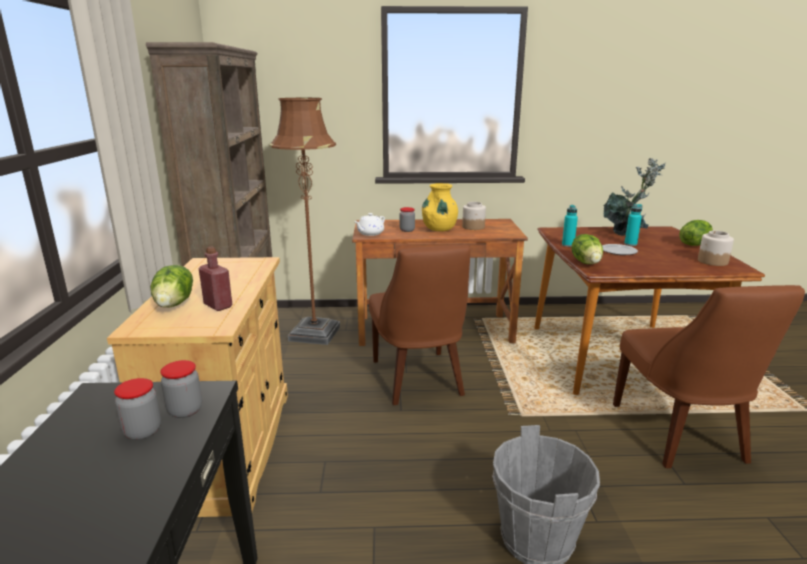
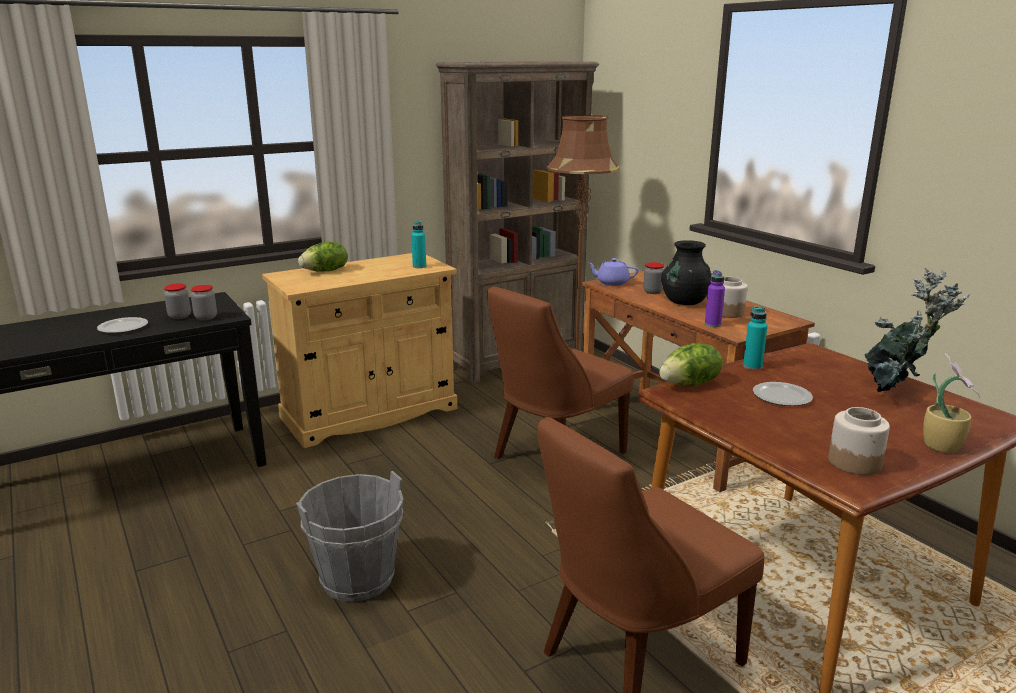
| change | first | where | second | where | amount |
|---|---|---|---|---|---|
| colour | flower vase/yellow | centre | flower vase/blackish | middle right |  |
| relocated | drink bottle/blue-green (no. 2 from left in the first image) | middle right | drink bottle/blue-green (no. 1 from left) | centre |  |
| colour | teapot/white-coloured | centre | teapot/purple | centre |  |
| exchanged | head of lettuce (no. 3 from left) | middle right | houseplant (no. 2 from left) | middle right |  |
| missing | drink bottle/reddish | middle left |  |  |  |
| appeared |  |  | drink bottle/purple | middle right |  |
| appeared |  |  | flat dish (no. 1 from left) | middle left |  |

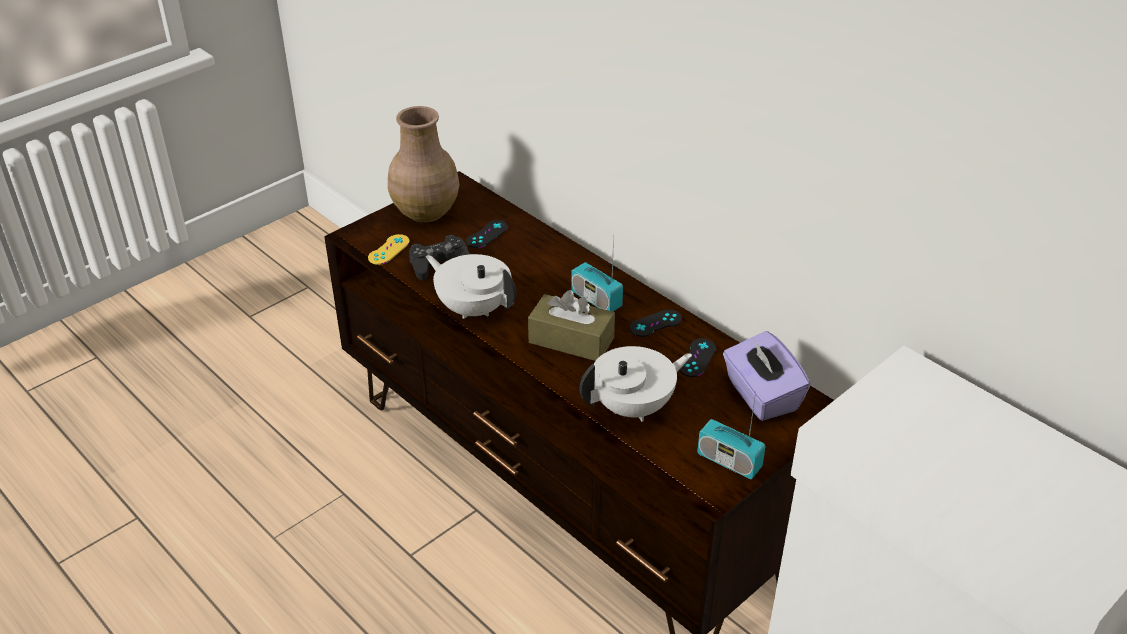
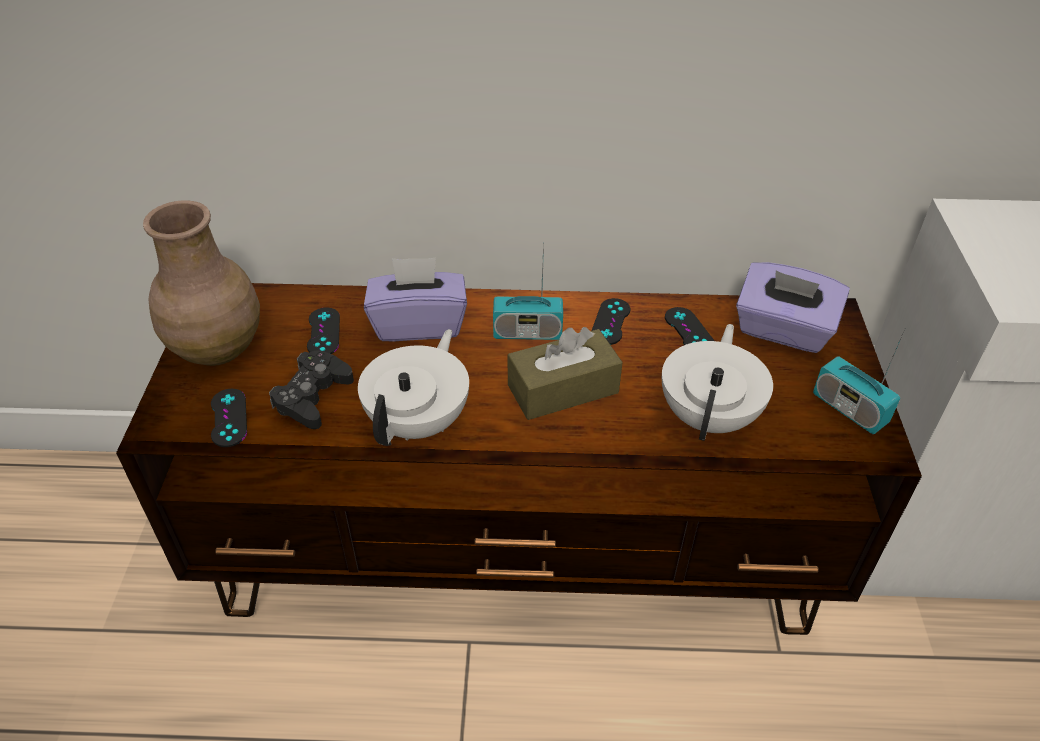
| change | first | where | second | where | amount |
|---|---|---|---|---|---|
| colour | gamepad/yellow | centre | gamepad/blackish (no. 1 from left) | middle left |  |
| spun | teapot/white-coloured (no. 1 from left) | centre |  | centre | 120 degrees clockwise |
| spun | radio receiver (no. 2 from left) | bottom centre |  | middle right | 60 degrees clockwise |
| appeared |  |  | box of tissues/purple (no. 1 from left) | centre |  |

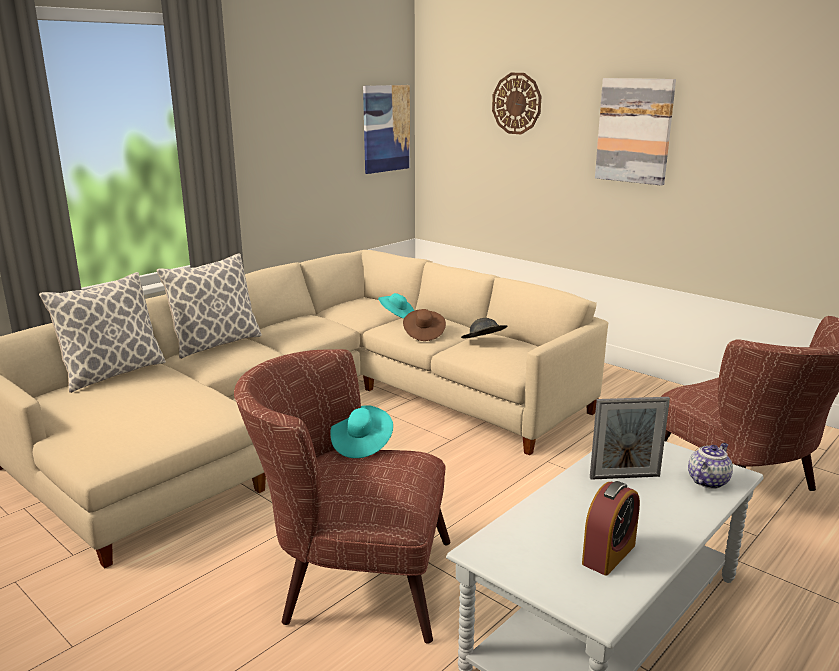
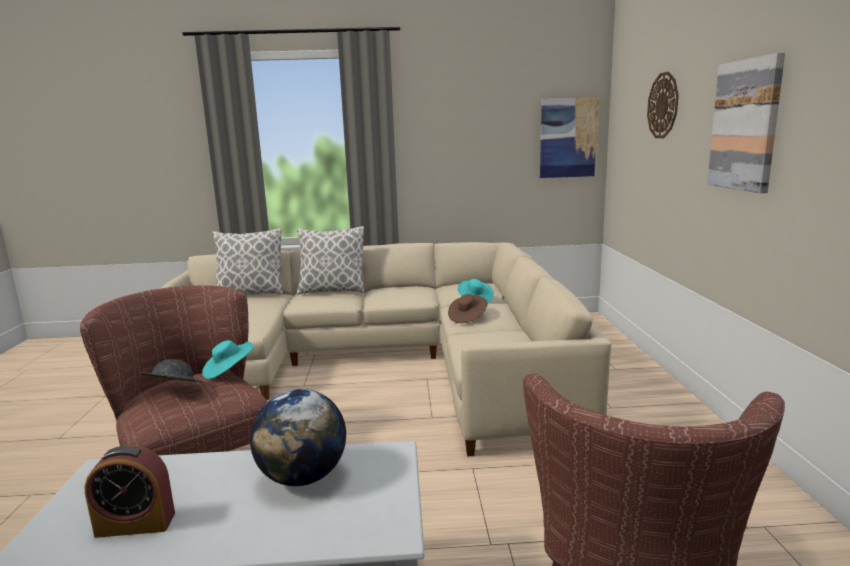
| change | first | where | second | where | amount |
|---|---|---|---|---|---|
| relocated | wearable hat/gray | centre |  | middle left |  |
| exchanged | photo frame | middle right | globe | bottom centre |  |
| missing | teapot | bottom right |  |  |  |

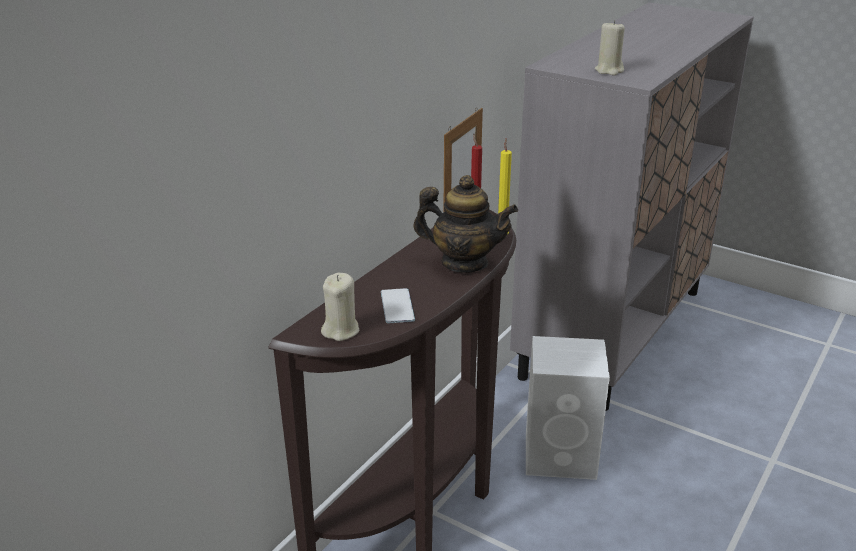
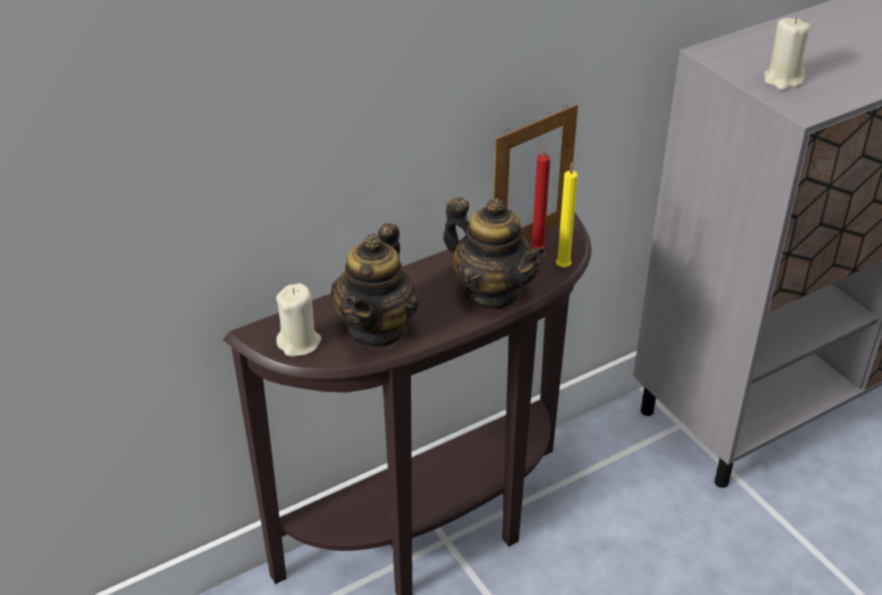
| change | first | where | second | where | amount |
|---|---|---|---|---|---|
| exchanged | handset | centre | teapot (no. 1 from left) | centre |  |
| missing | loudspeaker/white-coloured | bottom centre |  |  |  |

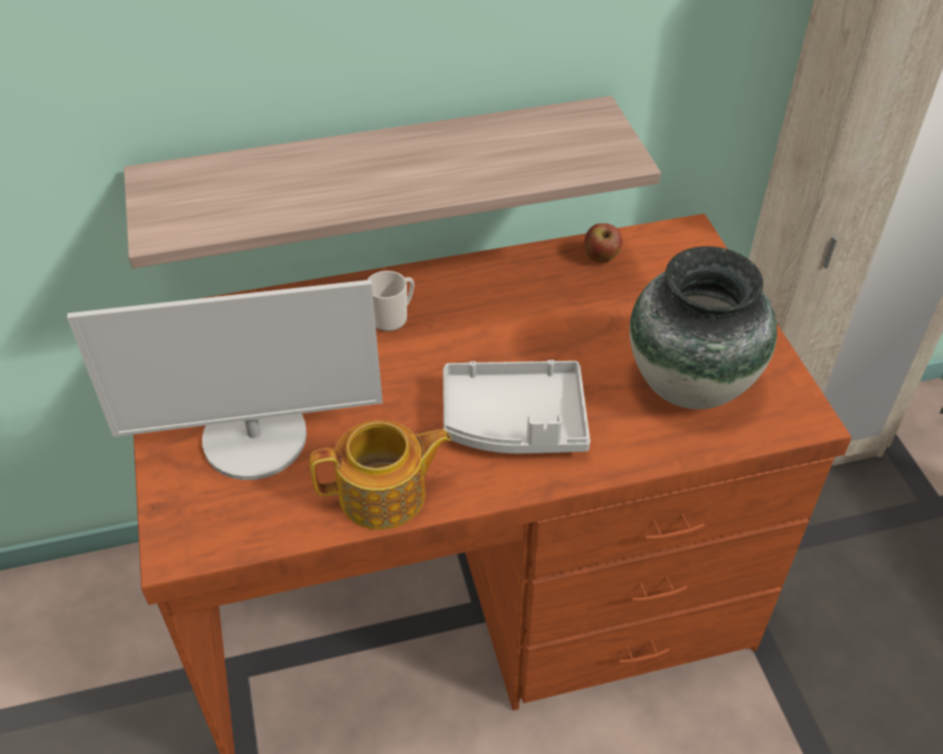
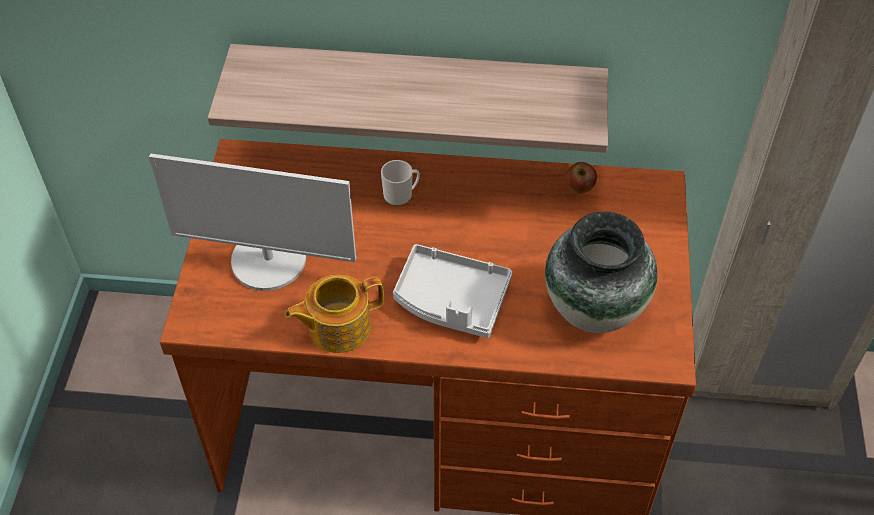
| change | first | where | second | where | amount |
|---|---|---|---|---|---|
| spun | teapot | centre |  | centre | 150 degrees clockwise |

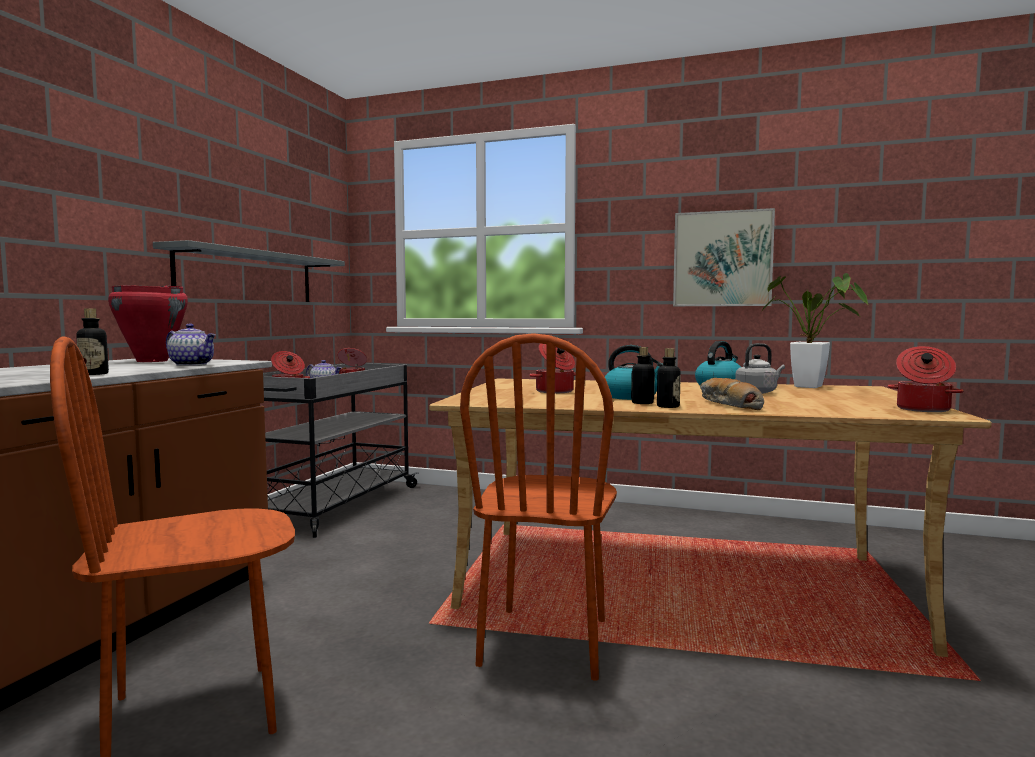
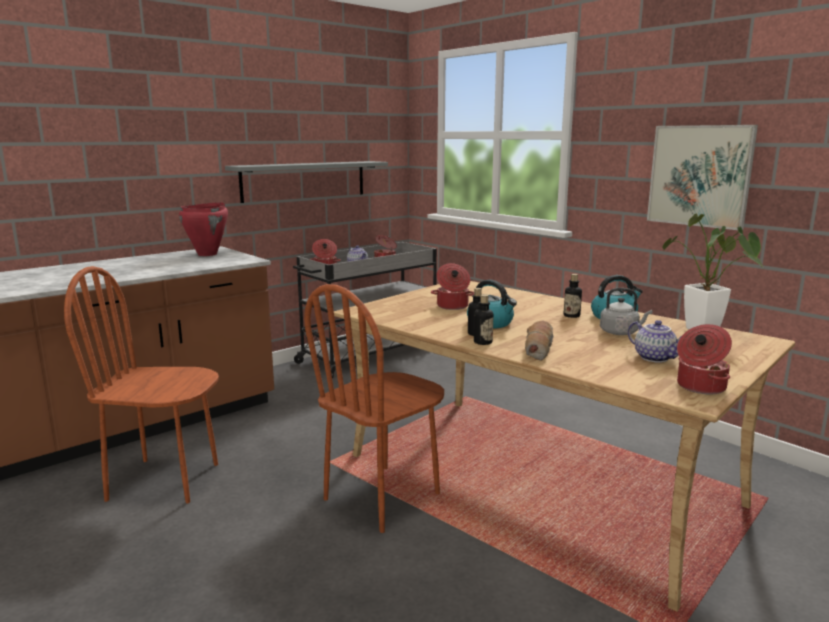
| change | first | where | second | where | amount |
|---|---|---|---|---|---|
| relocated | drink bottle (no. 1 from left in the first image) | middle left | drink bottle (no. 3 from left) | middle right |  |
| relocated | teapot (no. 1 from left in the first image) | middle left | teapot (no. 2 from left) | middle right |  |

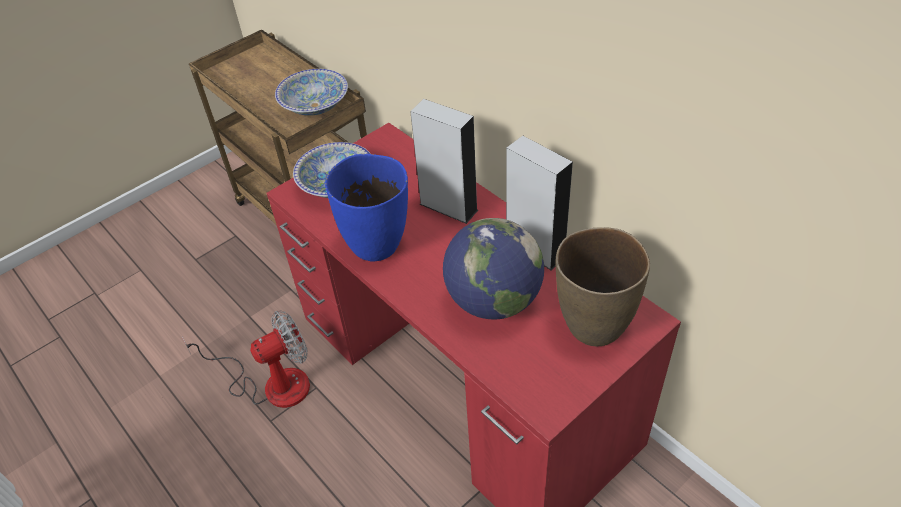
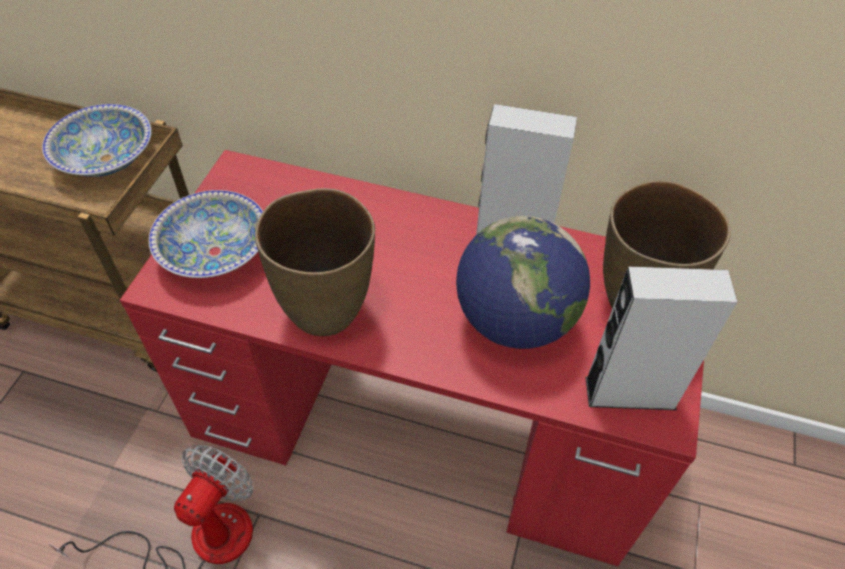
| change | first | where | second | where | amount |
|---|---|---|---|---|---|
| relocated | loudspeaker/gray (no. 1 from left in the first image) | top centre | loudspeaker/gray (no. 2 from left) | middle right |  |
| colour | flower vase/blue | centre | flower vase/brownish (no. 1 from left) | centre |  |

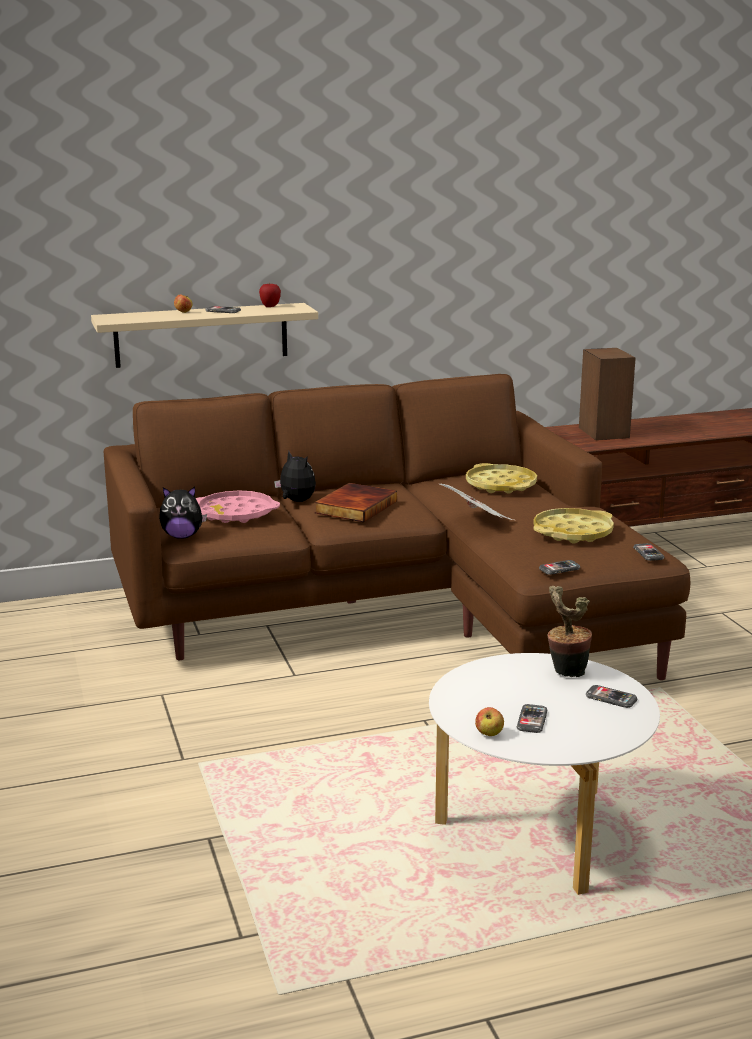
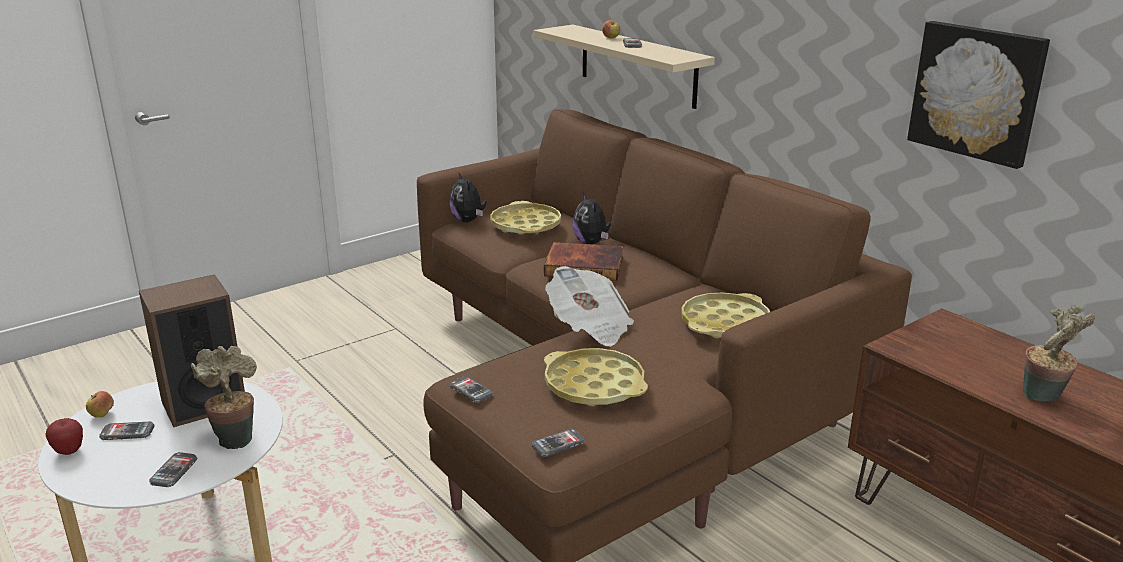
| change | first | where | second | where | amount |
|---|---|---|---|---|---|
| relocated | apple fruit (no. 2 from left in the first image) | top centre | apple fruit (no. 1 from left) | bottom left |  |
| relocated | loudspeaker | middle right |  | middle left |  |
| spun | soft toy (no. 2 from left) | centre |  | centre | 135 degrees clockwise |
| colour | tray/pink | middle left | tray/yellow (no. 1 from left) | centre |  |
| appeared |  |  | wall art | top right |  |
| appeared |  |  | houseplant (no. 2 from left) | middle right |  |

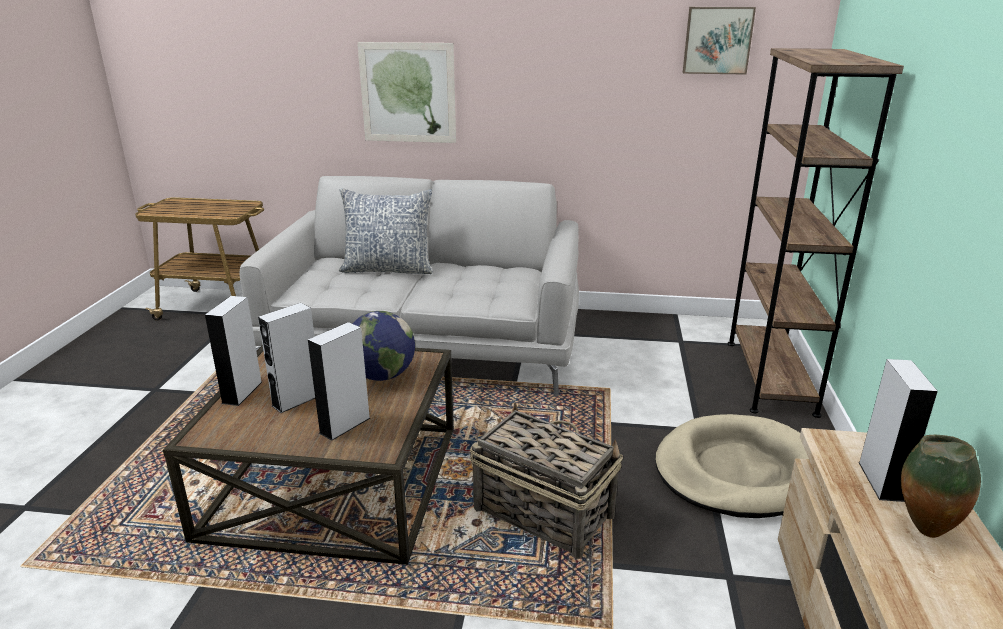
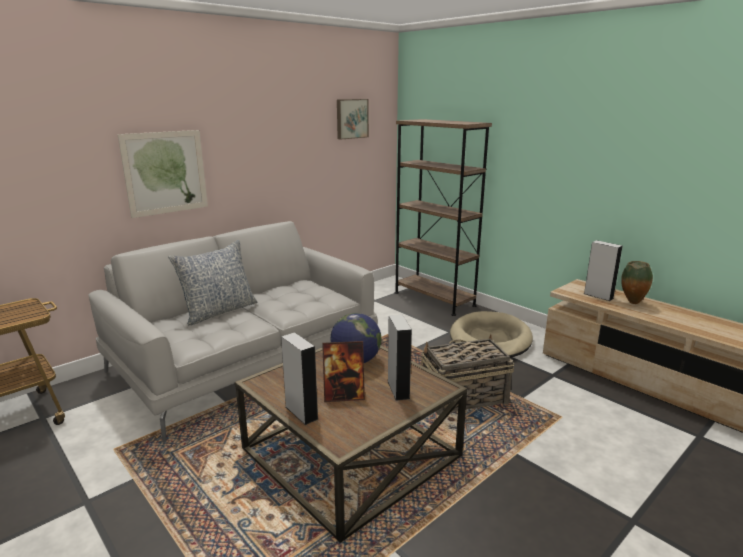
| change | first | where | second | where | amount |
|---|---|---|---|---|---|
| exchanged | loudspeaker/gray (no. 2 from left) | middle left | photo frame | centre |  |

